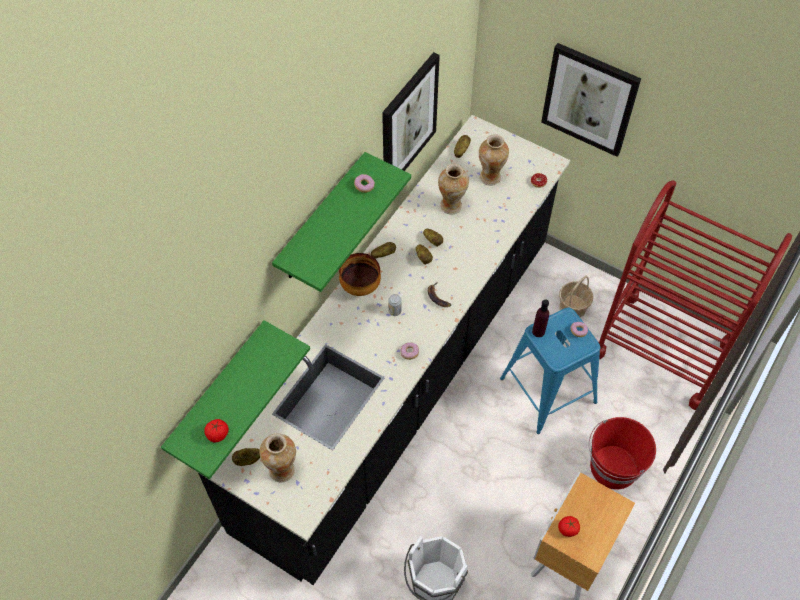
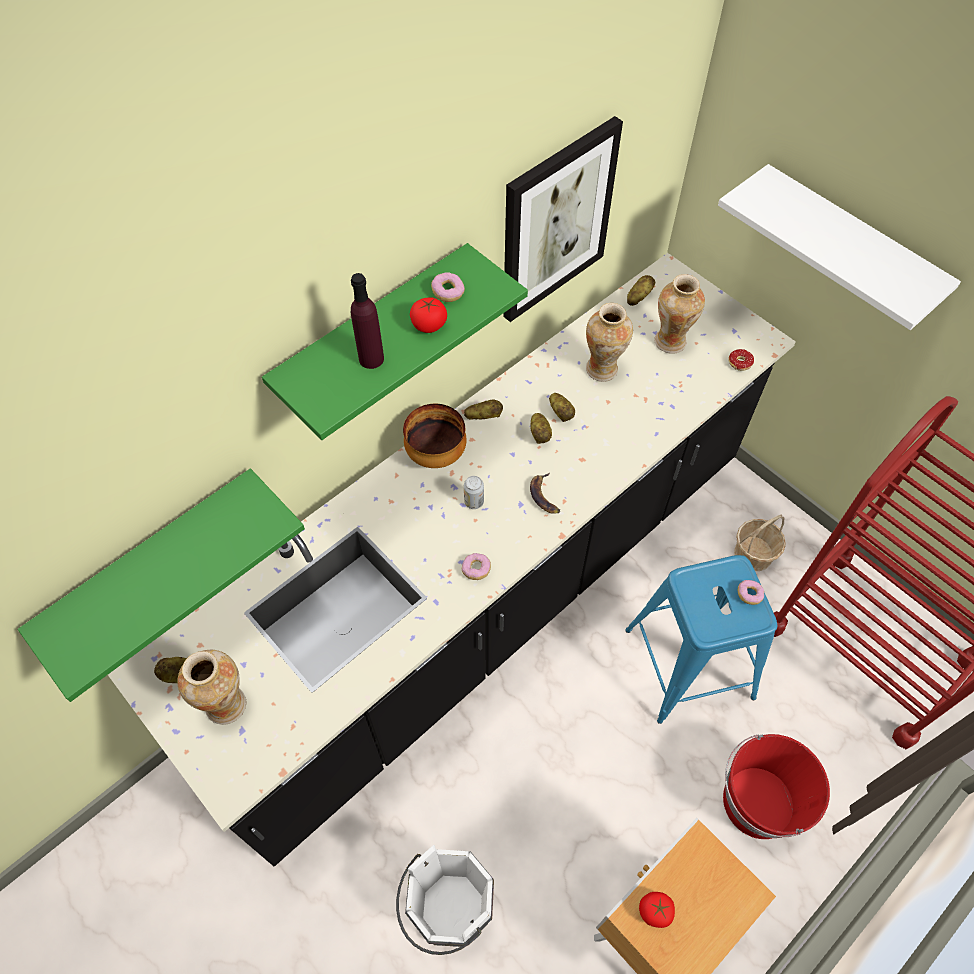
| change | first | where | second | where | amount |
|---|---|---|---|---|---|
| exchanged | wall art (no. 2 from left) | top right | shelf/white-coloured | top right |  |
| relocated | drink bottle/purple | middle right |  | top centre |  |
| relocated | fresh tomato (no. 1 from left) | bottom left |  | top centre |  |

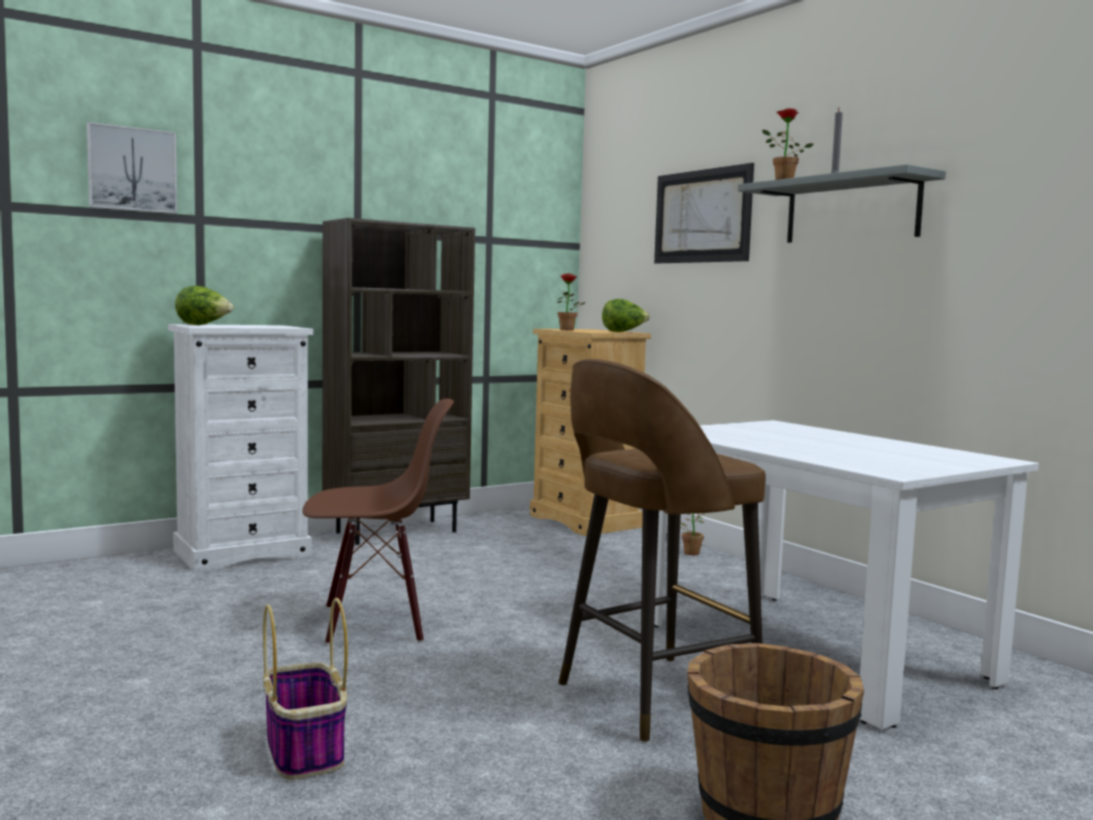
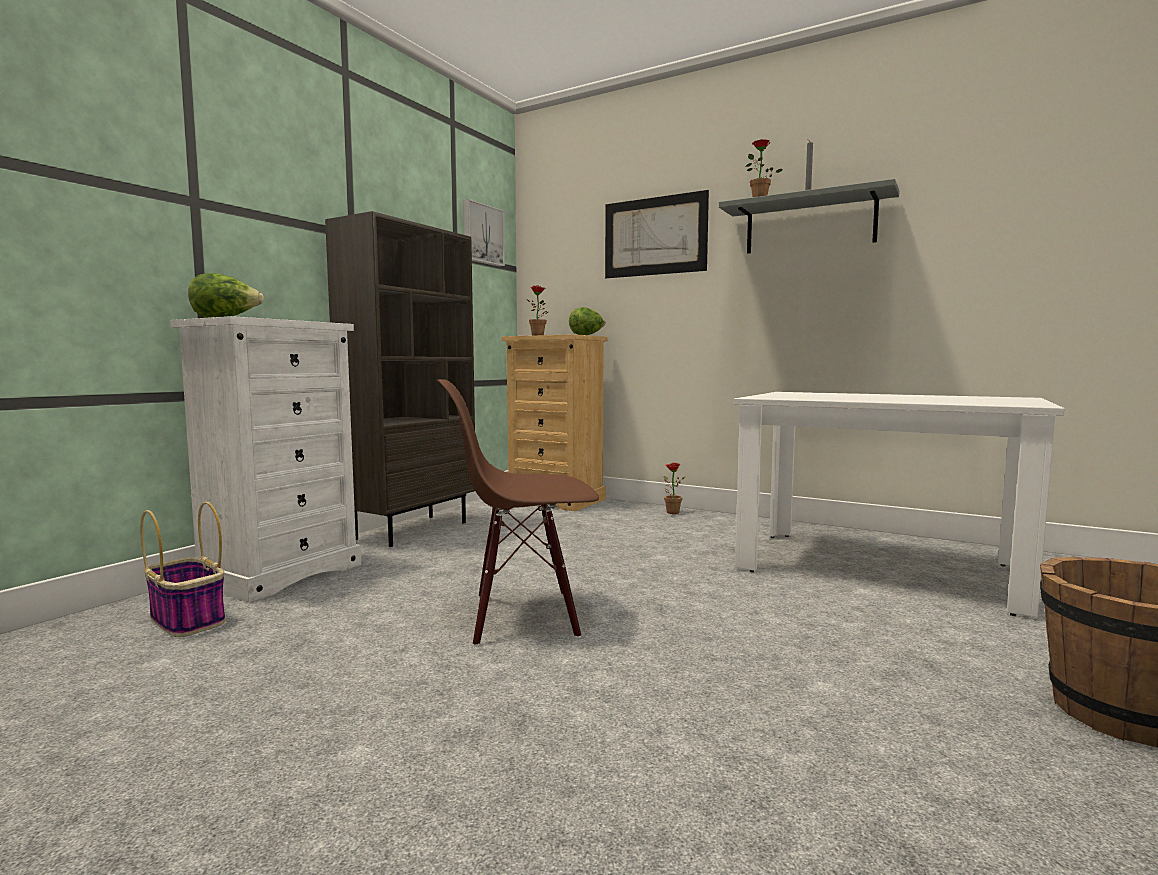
| change | first | where | second | where | amount |
|---|---|---|---|---|---|
| relocated | wall art (no. 1 from left) | top left |  | top centre |  |
| missing | stool/brownish | bottom centre |  |  |  |
| spun | chair/brownish | centre |  | centre | 150 degrees counterclockwise |
| relocated | household basket | bottom left |  | middle left |  |

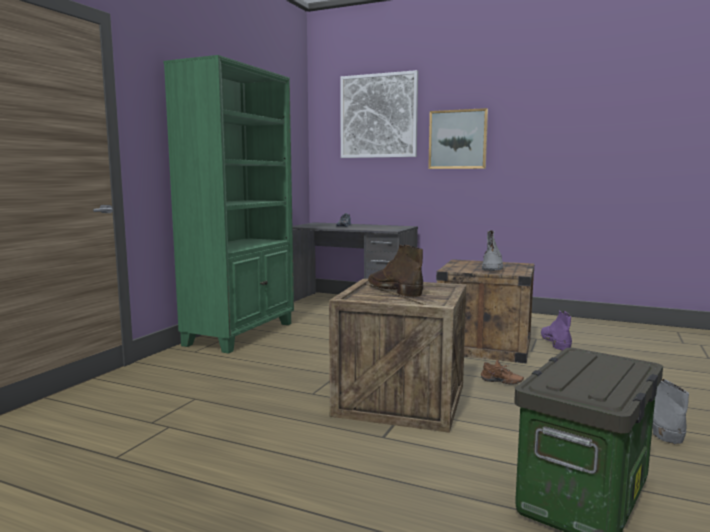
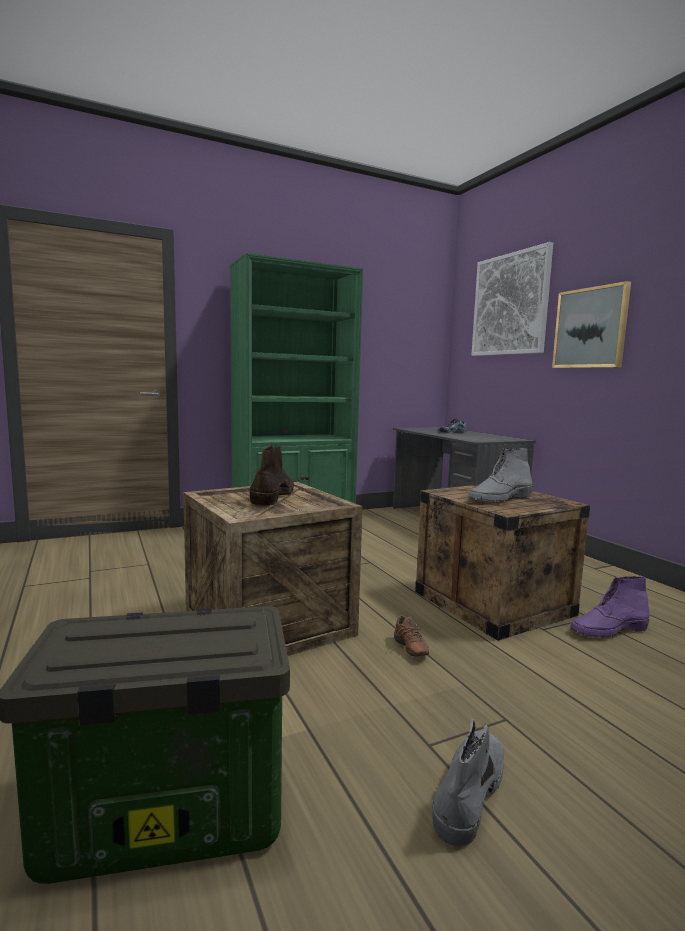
| change | first | where | second | where | amount |
|---|---|---|---|---|---|
| spun | tall boot/purple | middle right |  | middle right | 150 degrees counterclockwise |

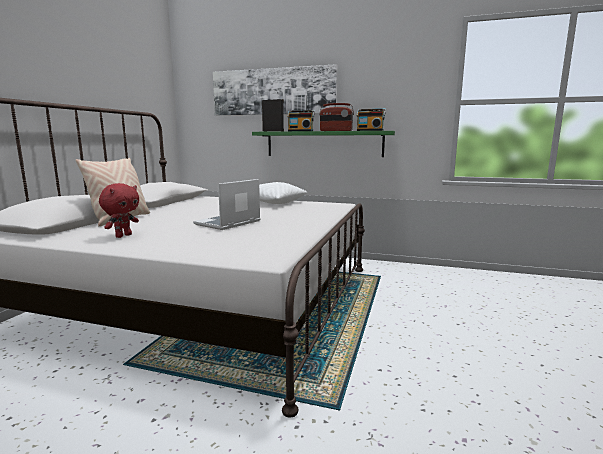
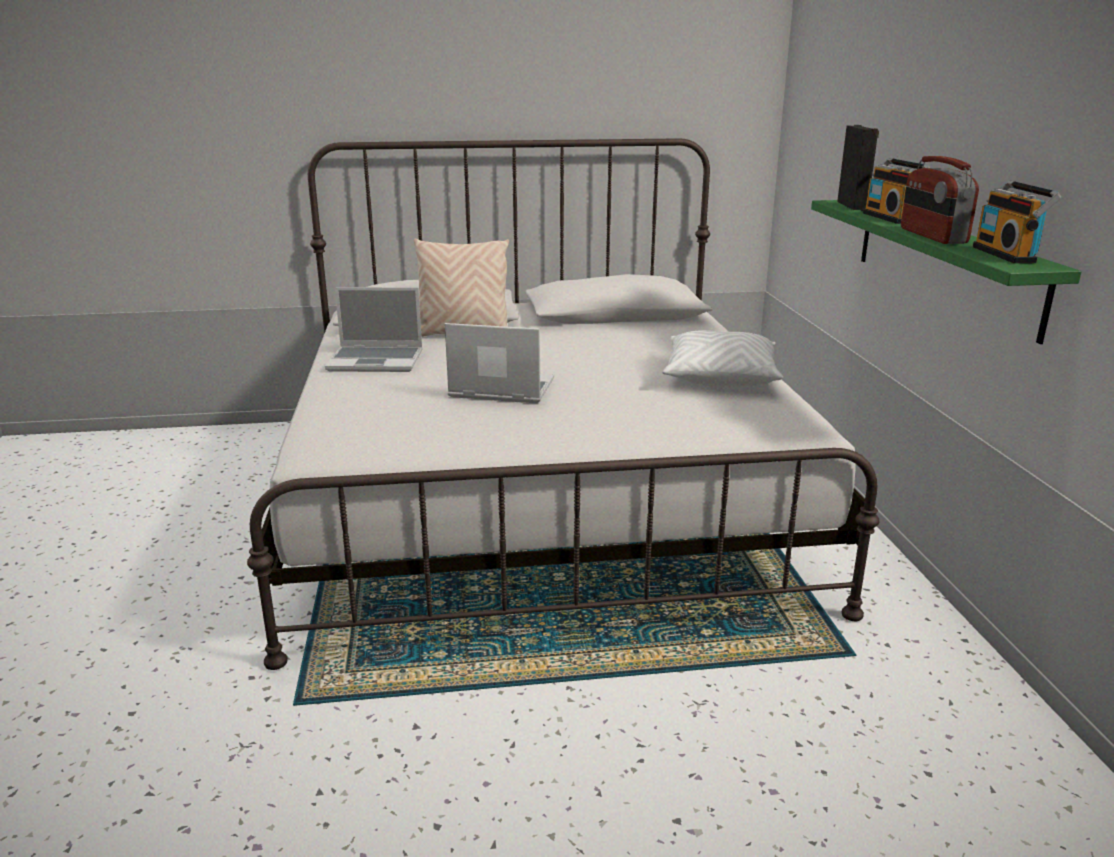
| change | first | where | second | where | amount |
|---|---|---|---|---|---|
| missing | wall art | top centre |  |  |  |
| exchanged | soft toy/reddish | middle left | portable computer (no. 1 from left) | centre |  |

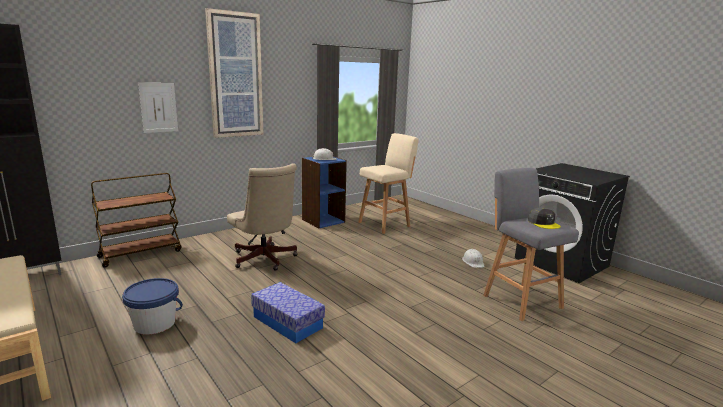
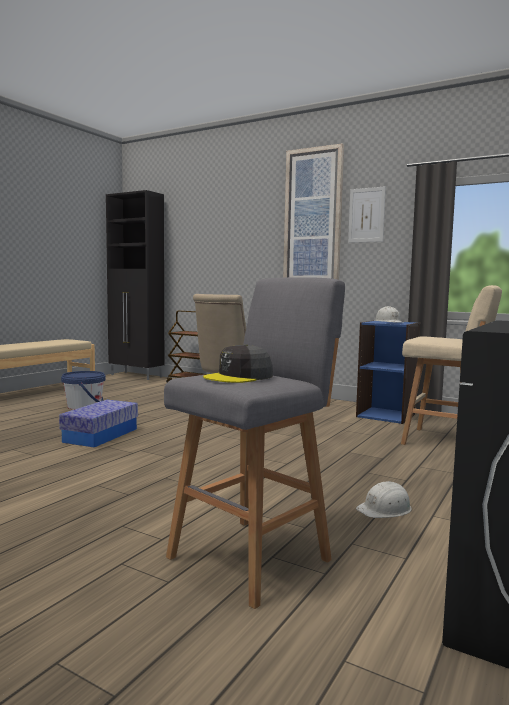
| change | first | where | second | where | amount |
|---|---|---|---|---|---|
| relocated | wall art (no. 1 from left in the first image) | top left | wall art (no. 2 from left) | top right |  |

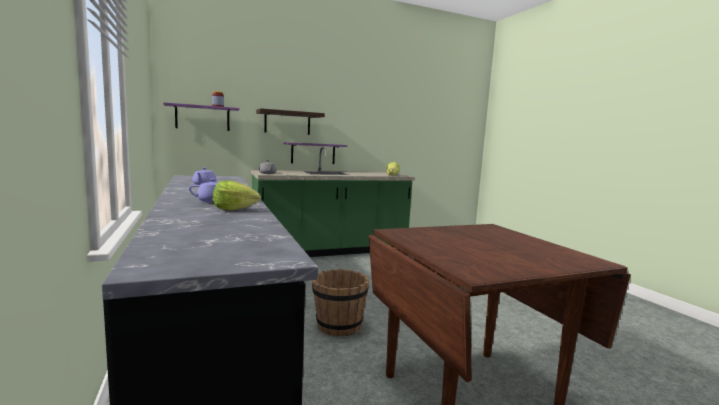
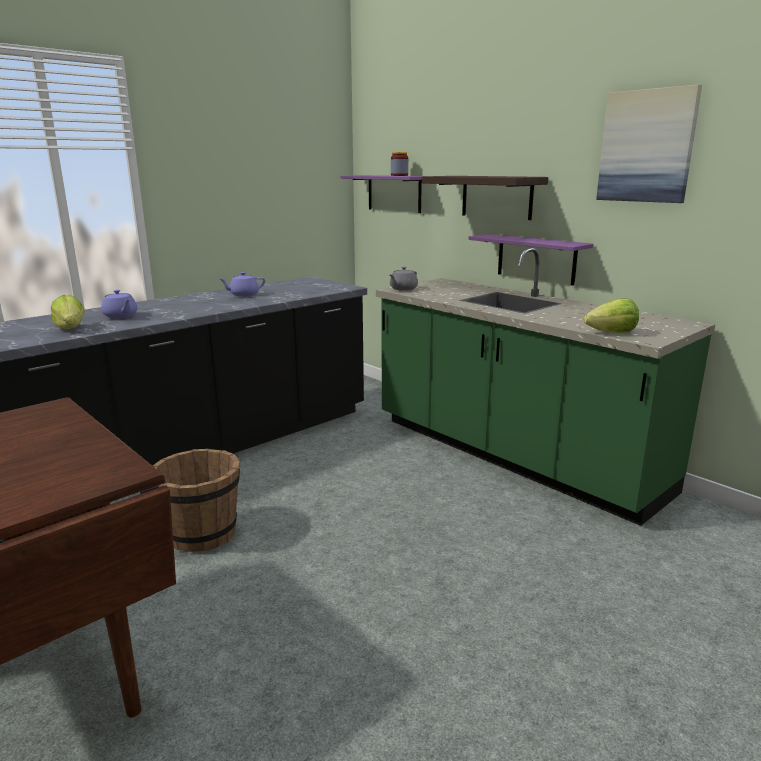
| change | first | where | second | where | amount |
|---|---|---|---|---|---|
| appeared |  |  | wall art | top right |  |

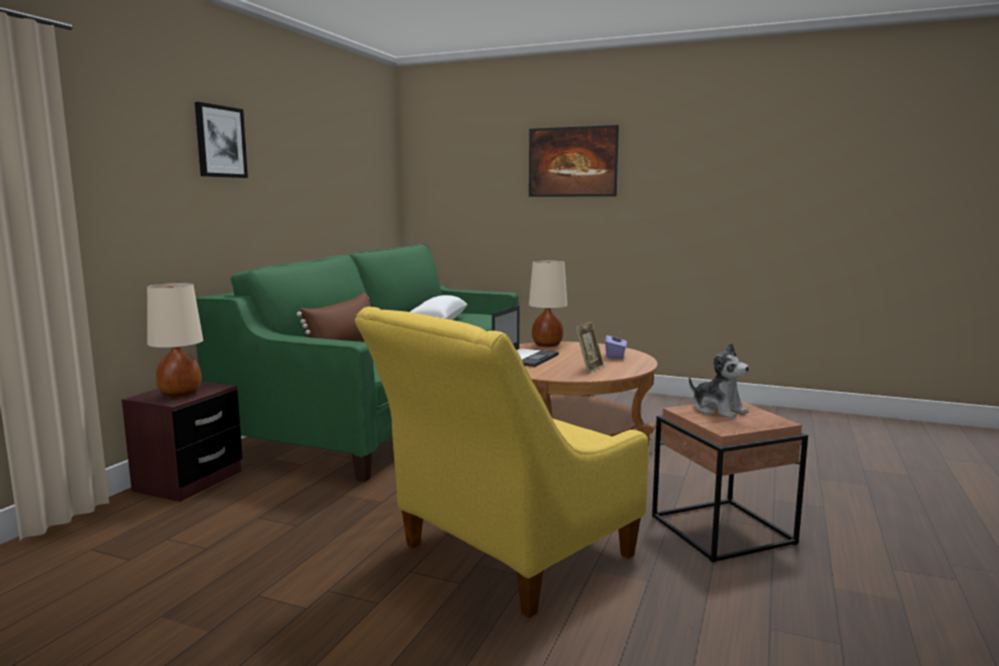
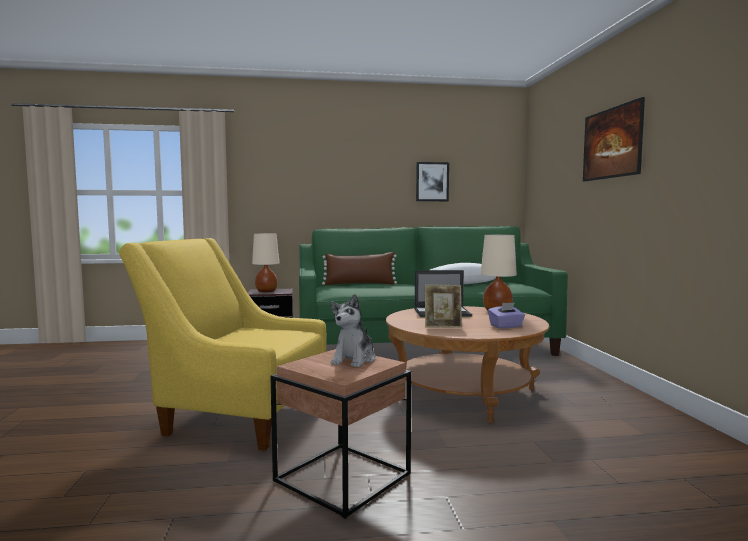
| change | first | where | second | where | amount |
|---|---|---|---|---|---|
| relocated | wall art (no. 1 from left) | top left |  | centre |  |

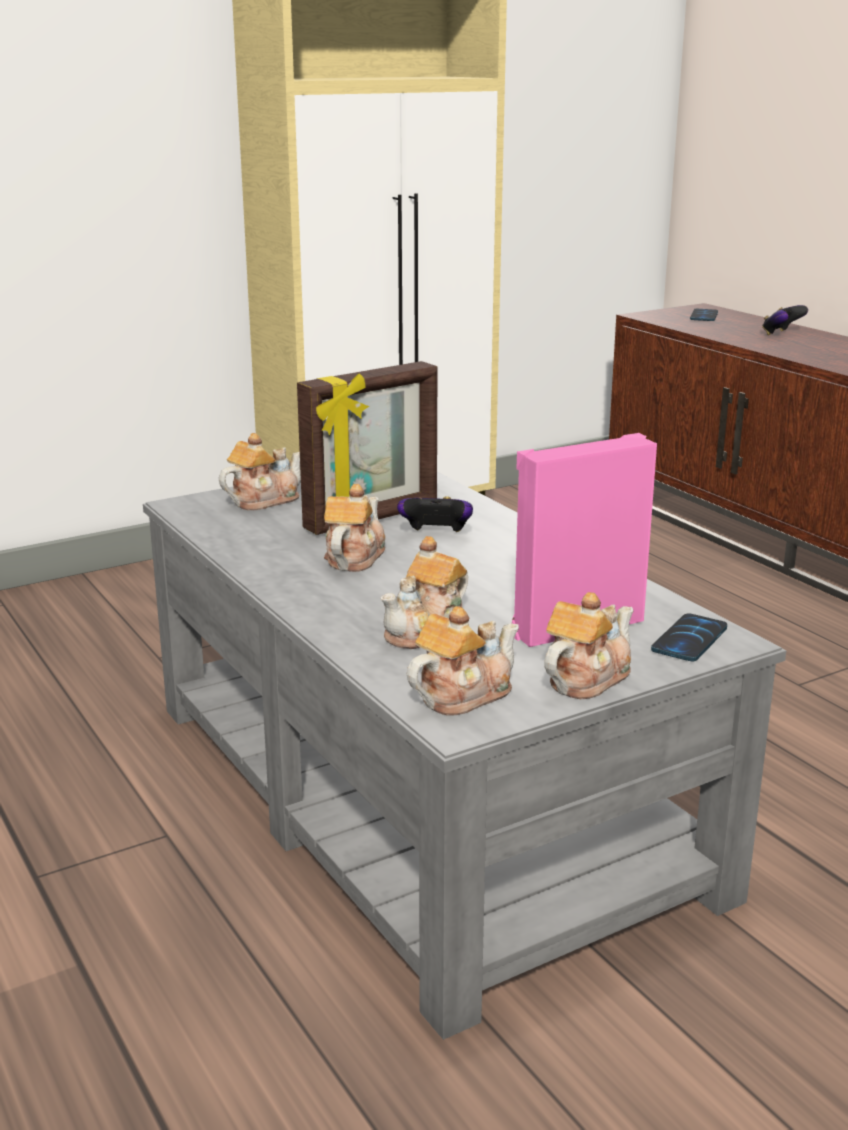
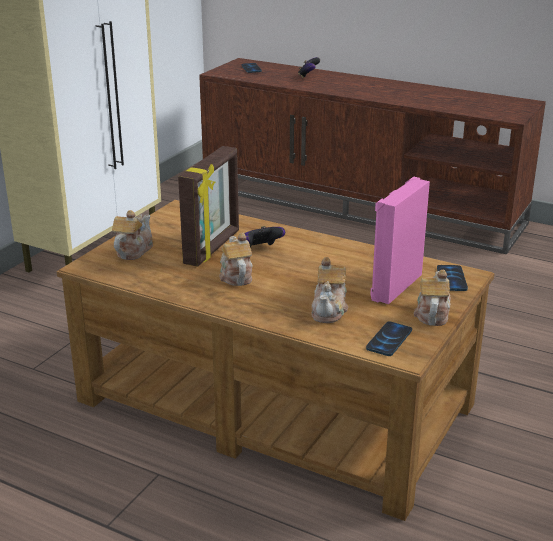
| change | first | where | second | where | amount |
|---|---|---|---|---|---|
| colour | lounge table/gray | bottom centre | lounge table/brownish | centre |  |
| exchanged | teapot (no. 4 from left) | centre | handset (no. 2 from left) | middle right |  |

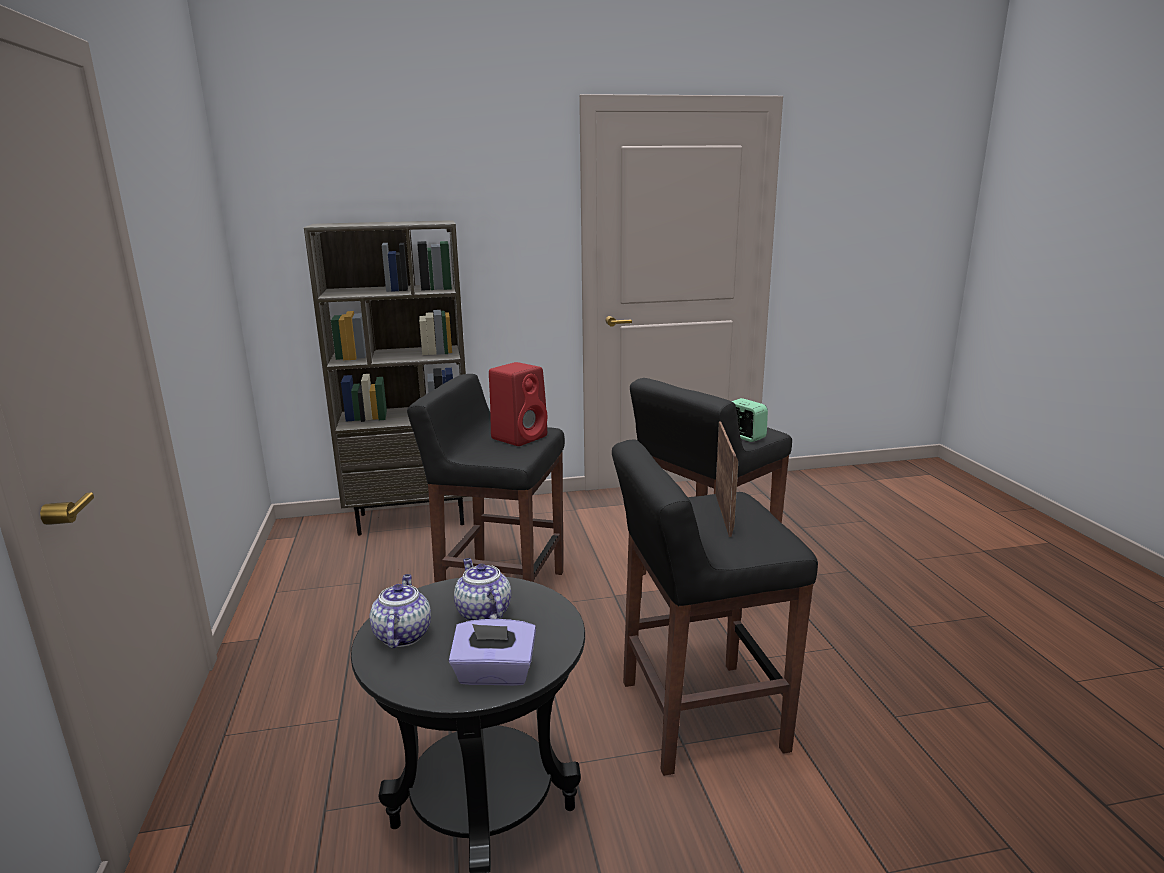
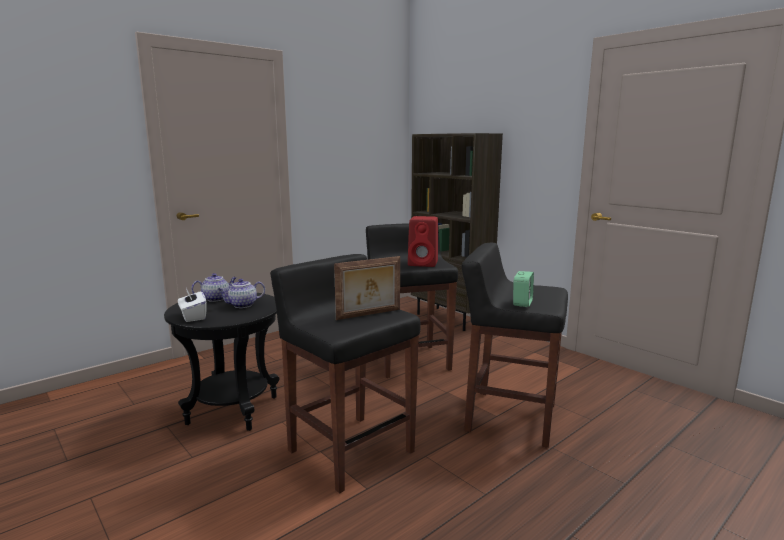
| change | first | where | second | where | amount |
|---|---|---|---|---|---|
| spun | teapot (no. 2 from left) | bottom centre |  | middle left | 150 degrees counterclockwise |
| colour | box of tissues/purple | bottom centre | box of tissues/white-coloured | middle left |  |

